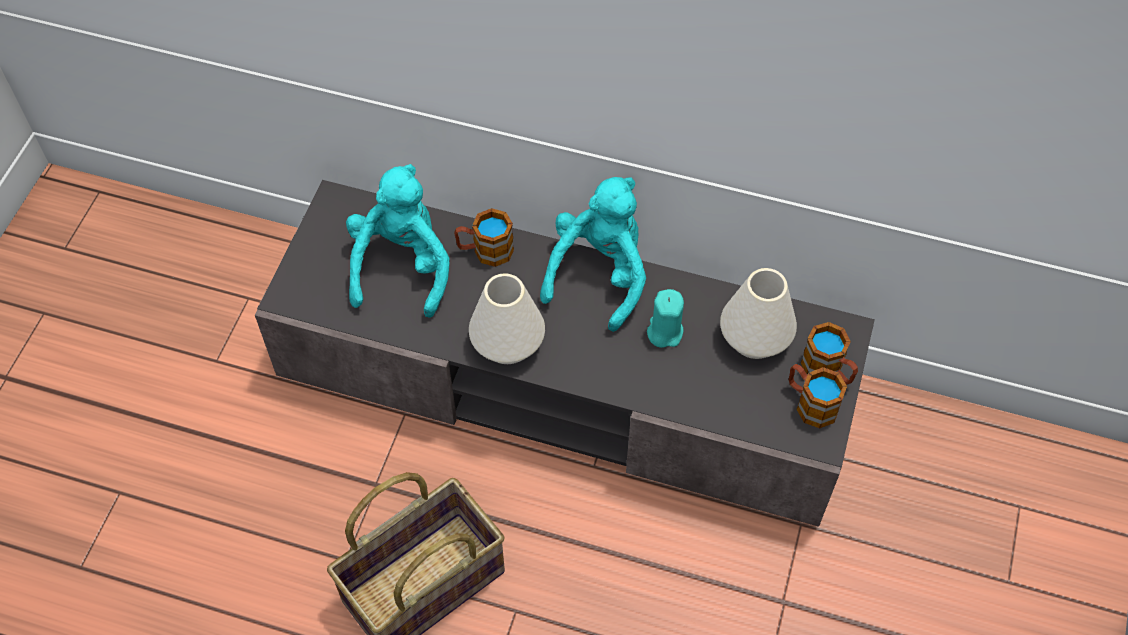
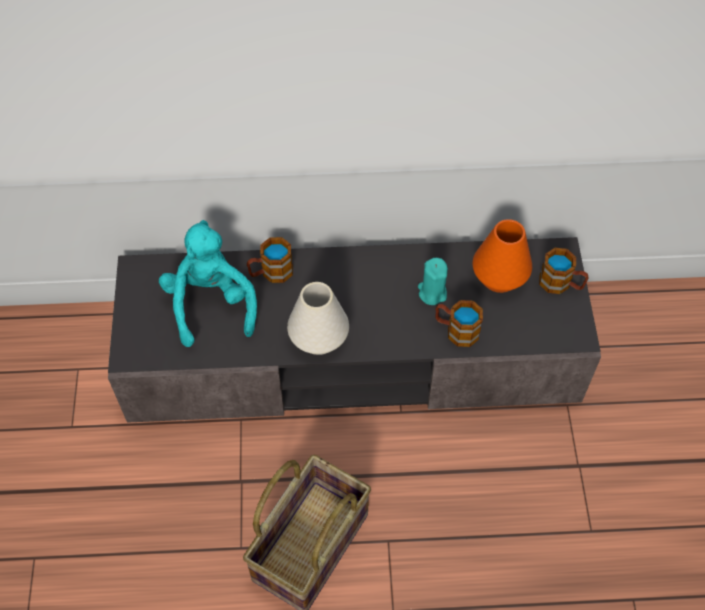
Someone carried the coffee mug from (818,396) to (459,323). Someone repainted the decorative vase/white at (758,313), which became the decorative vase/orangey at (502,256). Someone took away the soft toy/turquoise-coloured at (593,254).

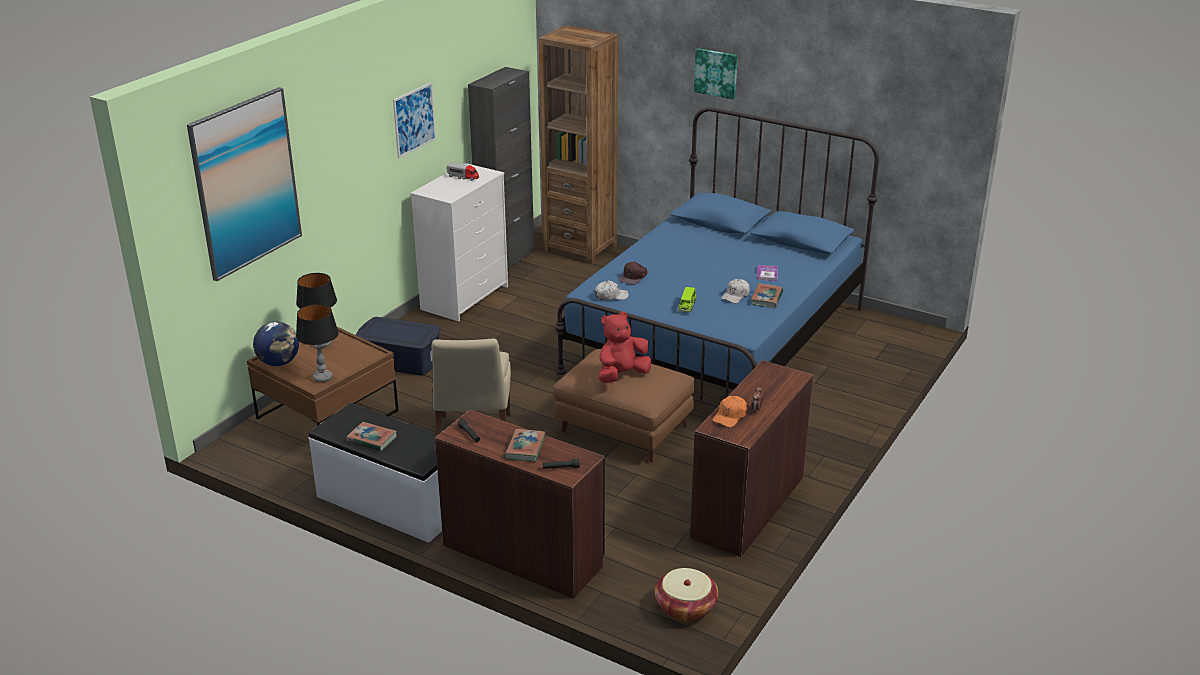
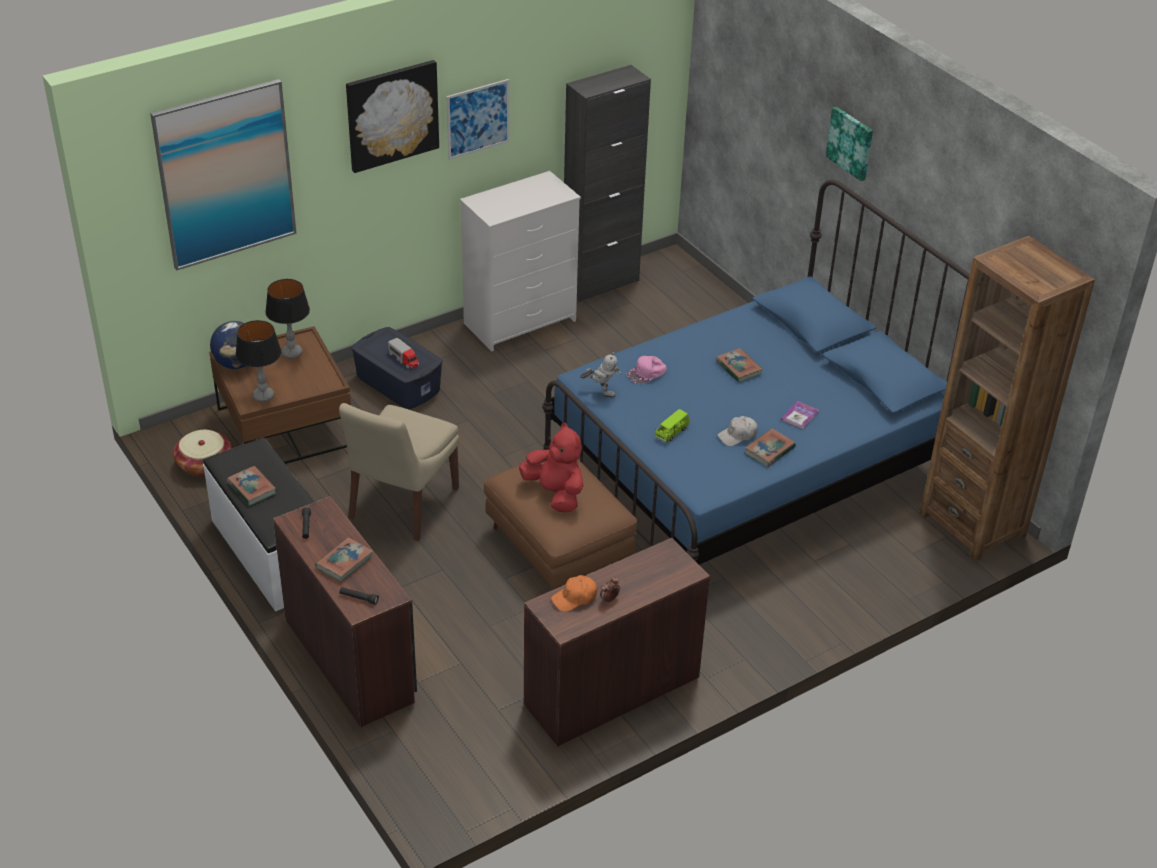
Someone carried the storage basket from (686,595) to (202,453). Someone put up the wall art at (392,116). Someone carried the toy lorry from (463,171) to (403,353). Someone rotated the soft toy/red-coloured at (624,347) by 60 degrees clockwise. Someone swapped the cap/white at (612,290) for the model robot at (600,375). Someone repainted the cap/brownish at (633,273), which became the cap/pink at (647,370). Someone put down the volume at (739,365). Someone carried the shelving unit/brownish from (578,144) to (1007,399).

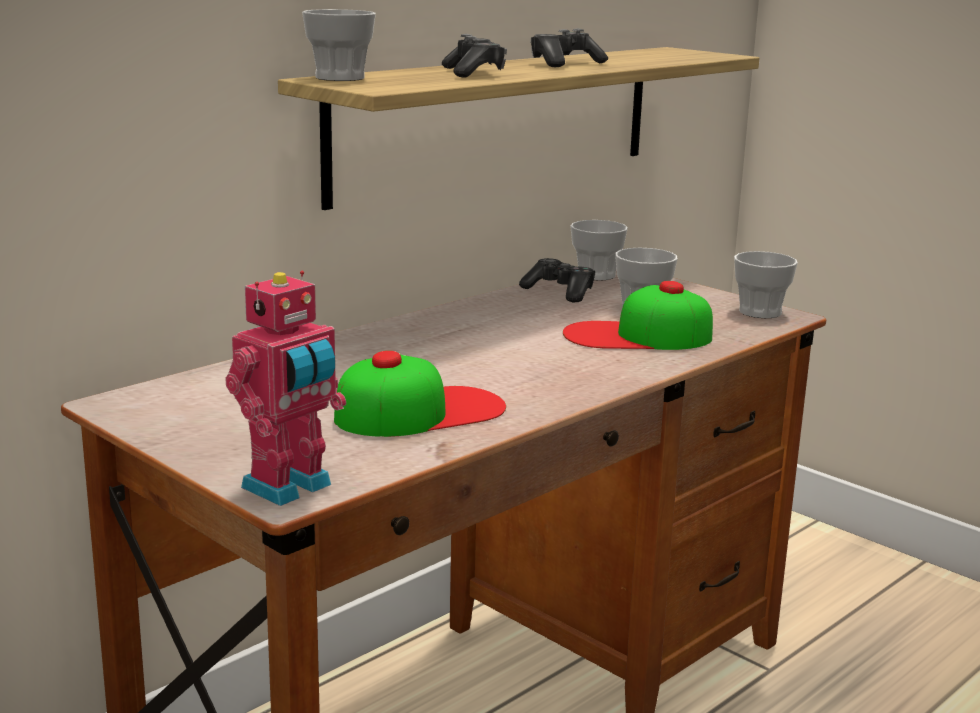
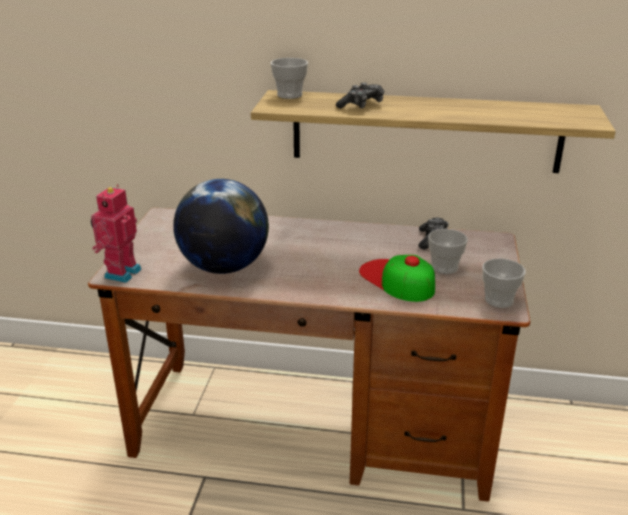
Someone rotated the model robot at (285,388) by 105 degrees clockwise. Someone swapped the cap at (420,393) for the globe at (221,226). Someone took away the game controller at (569,47). Someone took away the drinking cup at (599,250).

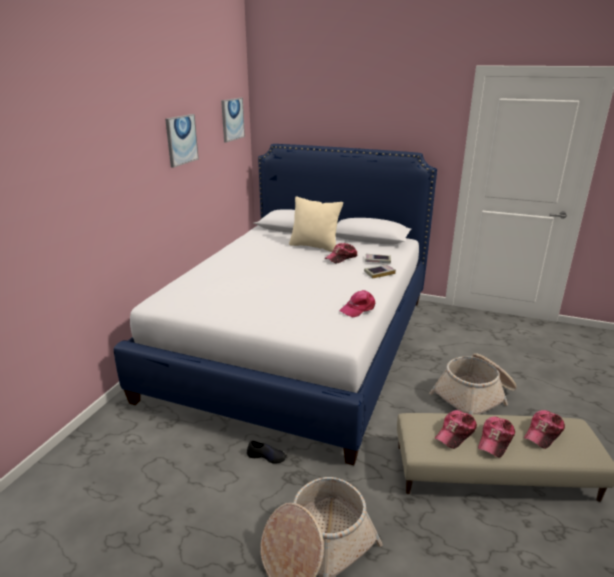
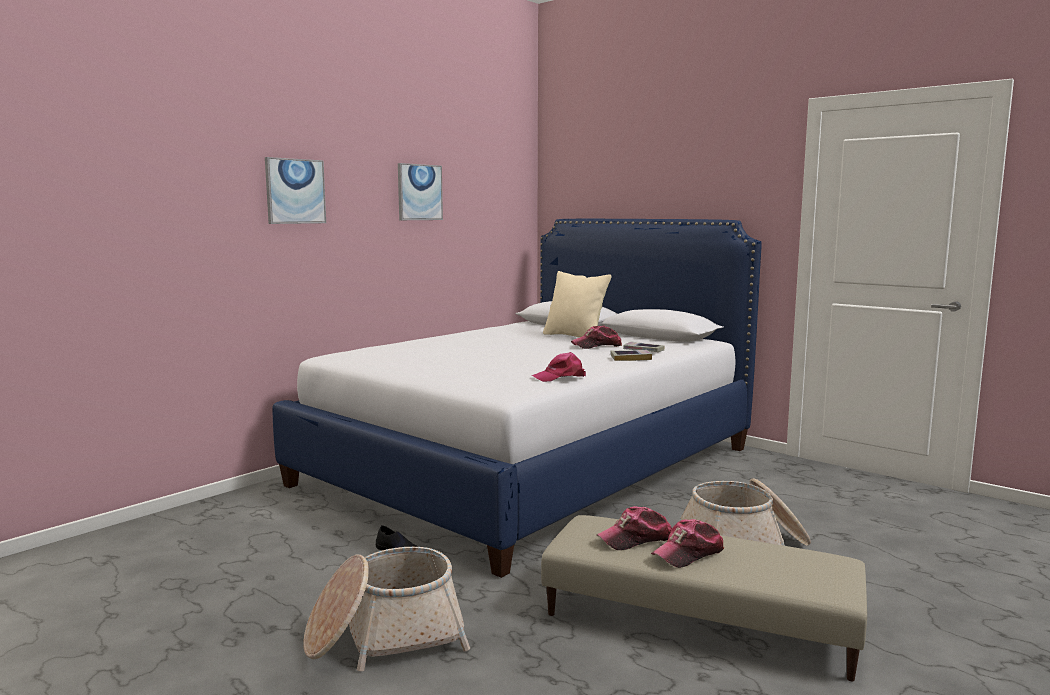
Someone carried the wall art from (233,120) to (295,190). Someone took away the cap at (544,429).

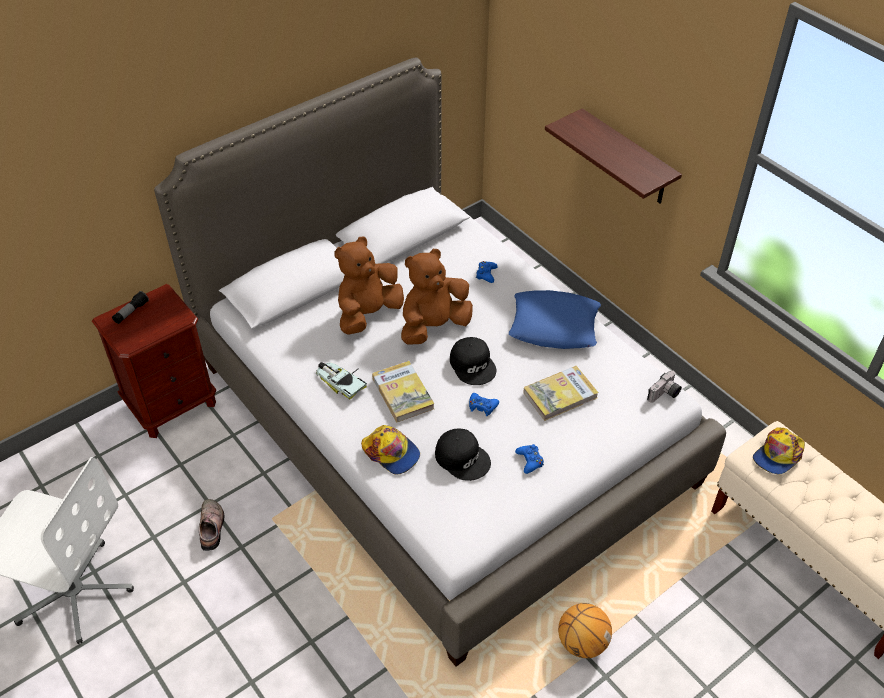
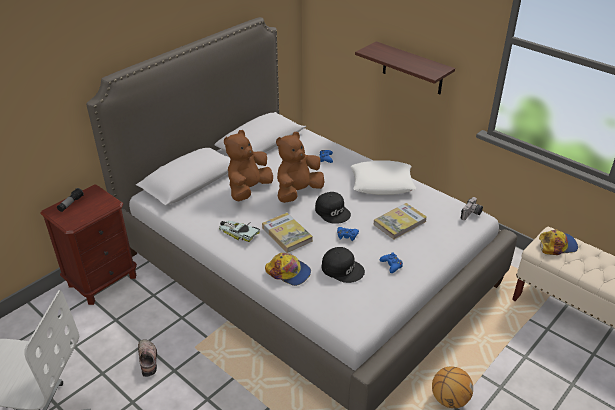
Someone repainted the throw pillow/bluish at (555,319), which became the throw pillow/white at (383,177). Someone rotated the cap at (779,450) by 135 degrees counterclockwise.

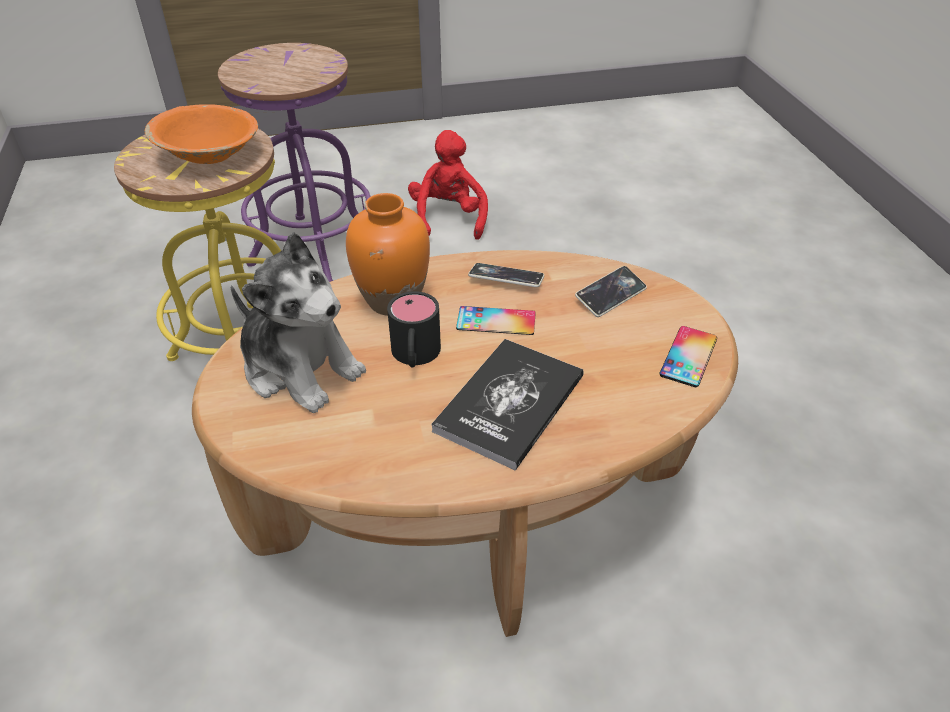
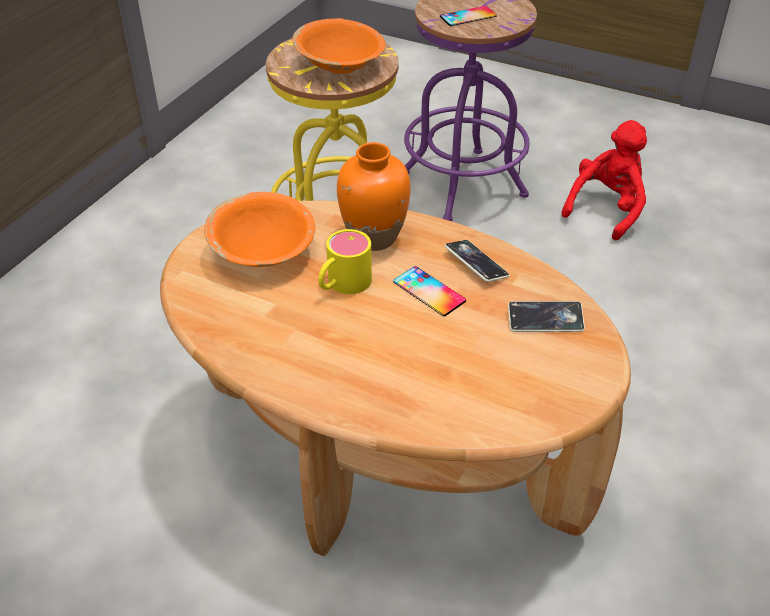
Someone swapped the soft toy at (298,322) for the bowl/orangey at (259,229). Someone repainted the coffee mug/blackish at (414,329), which became the coffee mug/yellow at (345,261). Someone carried the handset from (688,356) to (468,16). Someone took away the volume at (507,405).

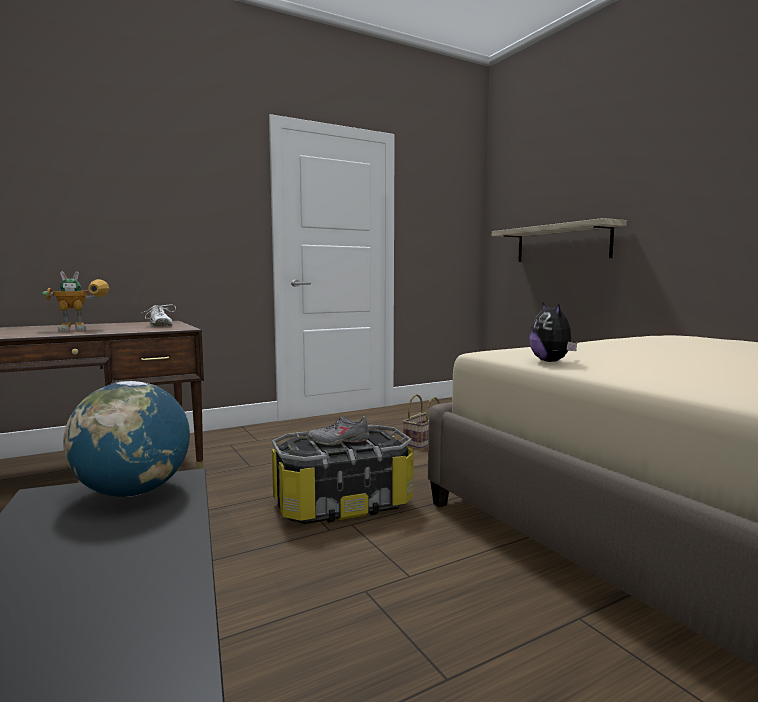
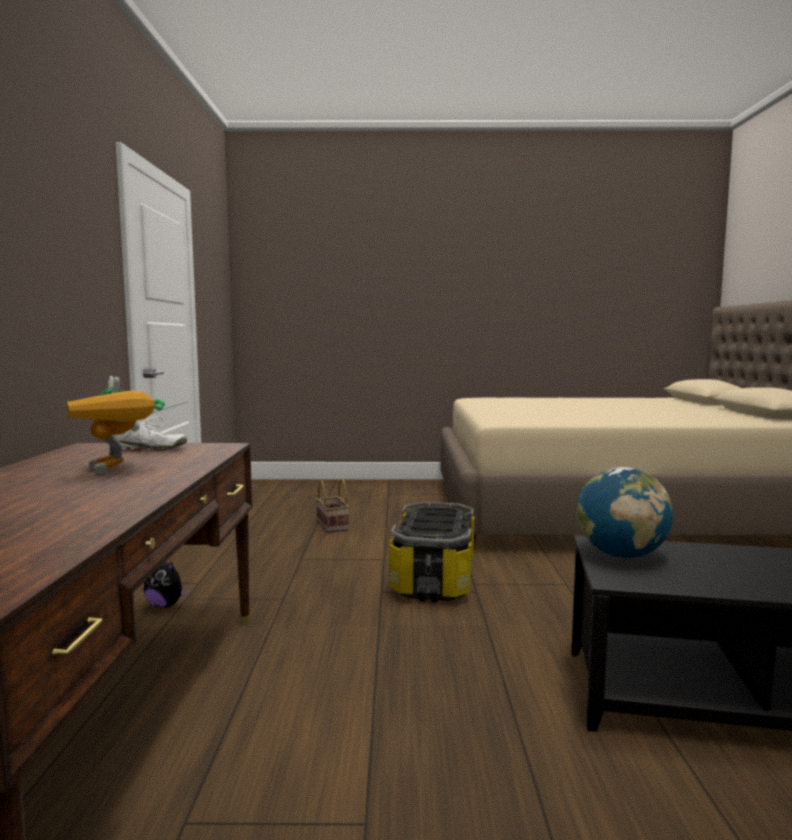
Someone rotated the model robot at (75,301) by 135 degrees clockwise. Someone carried the soft toy from (553,332) to (166,585). Someone took away the low shoe/gray at (339,430). Someone took away the wall shelf at (559,240).

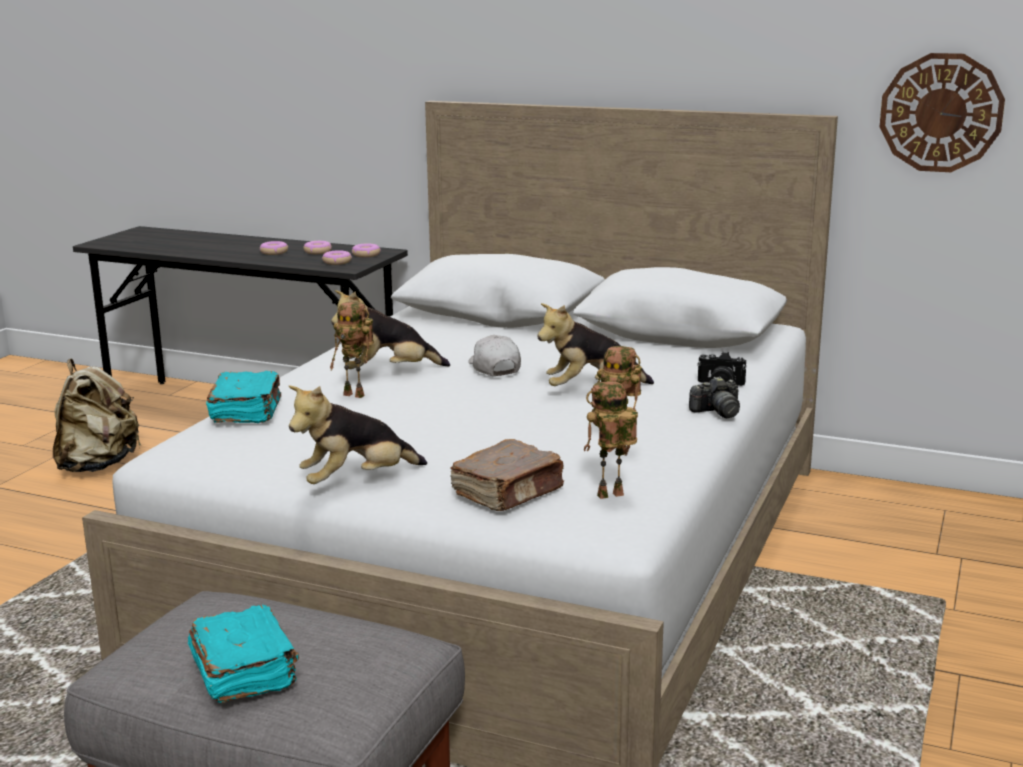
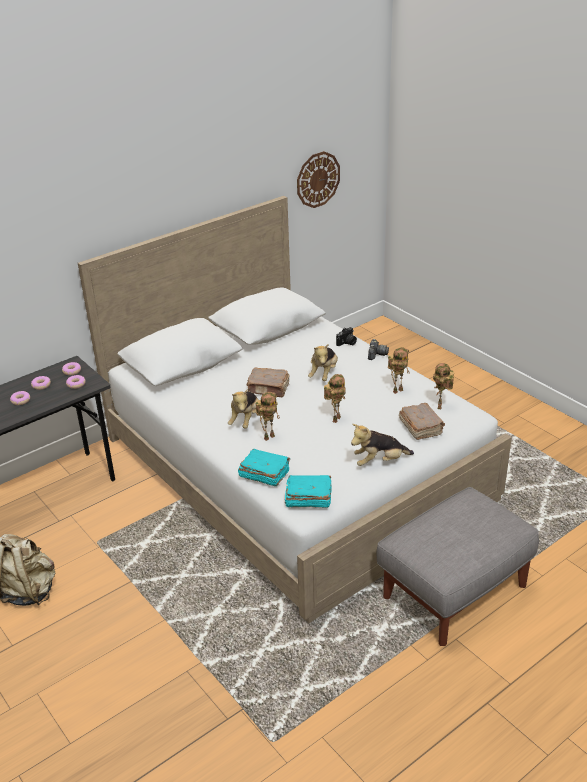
Someone swapped the cap/white at (494,355) for the volume/brownish at (268,382). Someone carried the volume/turquoise-coloured from (243,654) to (308,491). Someone put down the model robot at (335,398). Someone rotated the soft toy at (358,435) by 75 degrees clockwise.

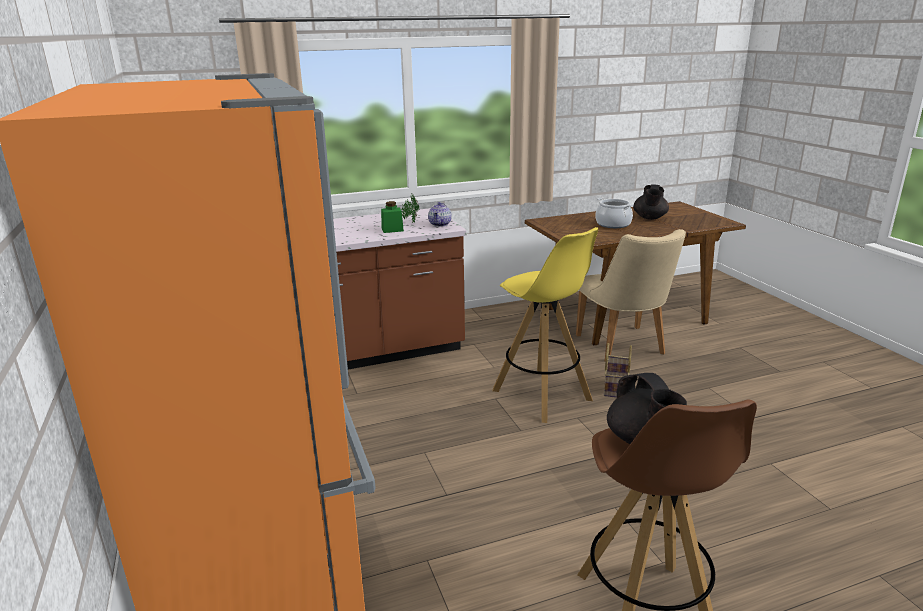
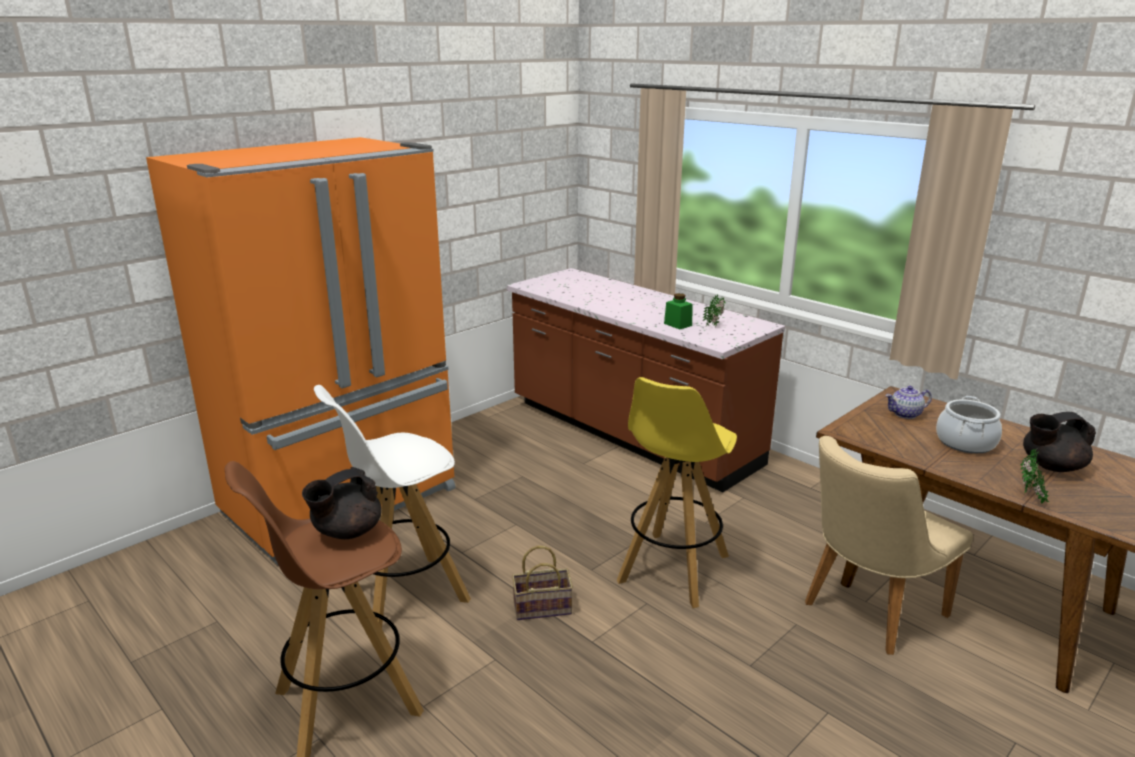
Someone put down the sitting stool/white at (392,506). Someone carried the storage basket from (618,370) to (542,583). Someone carried the pot for tea from (440,214) to (908,402). Someone put down the potted plant at (1034,476).

